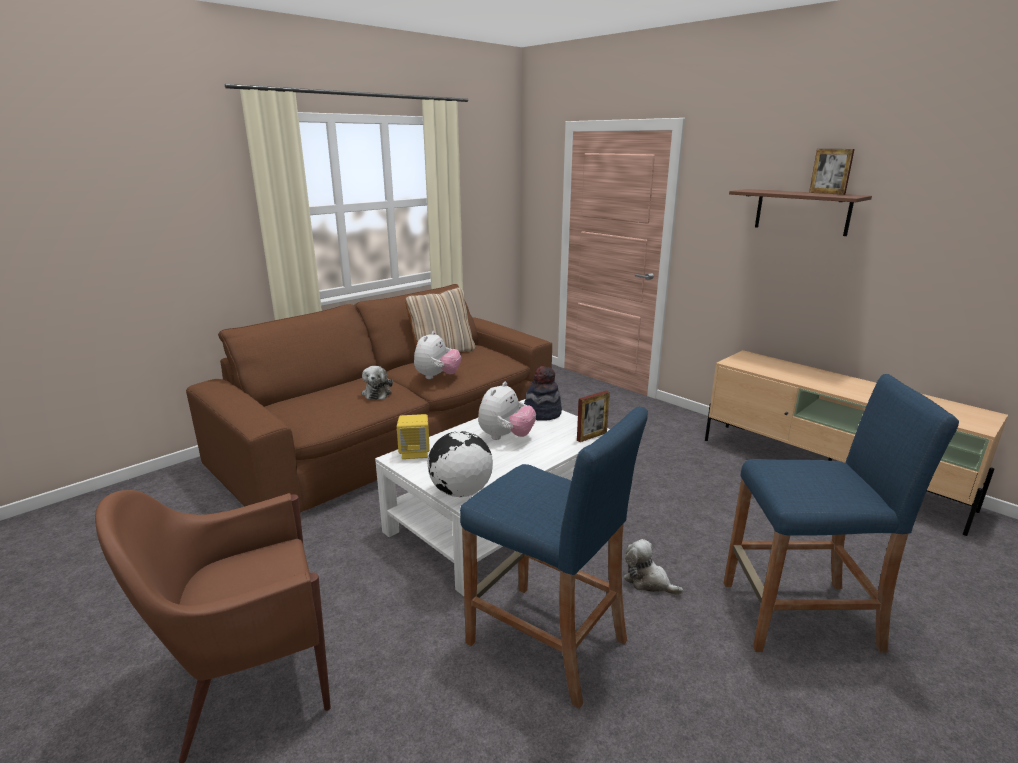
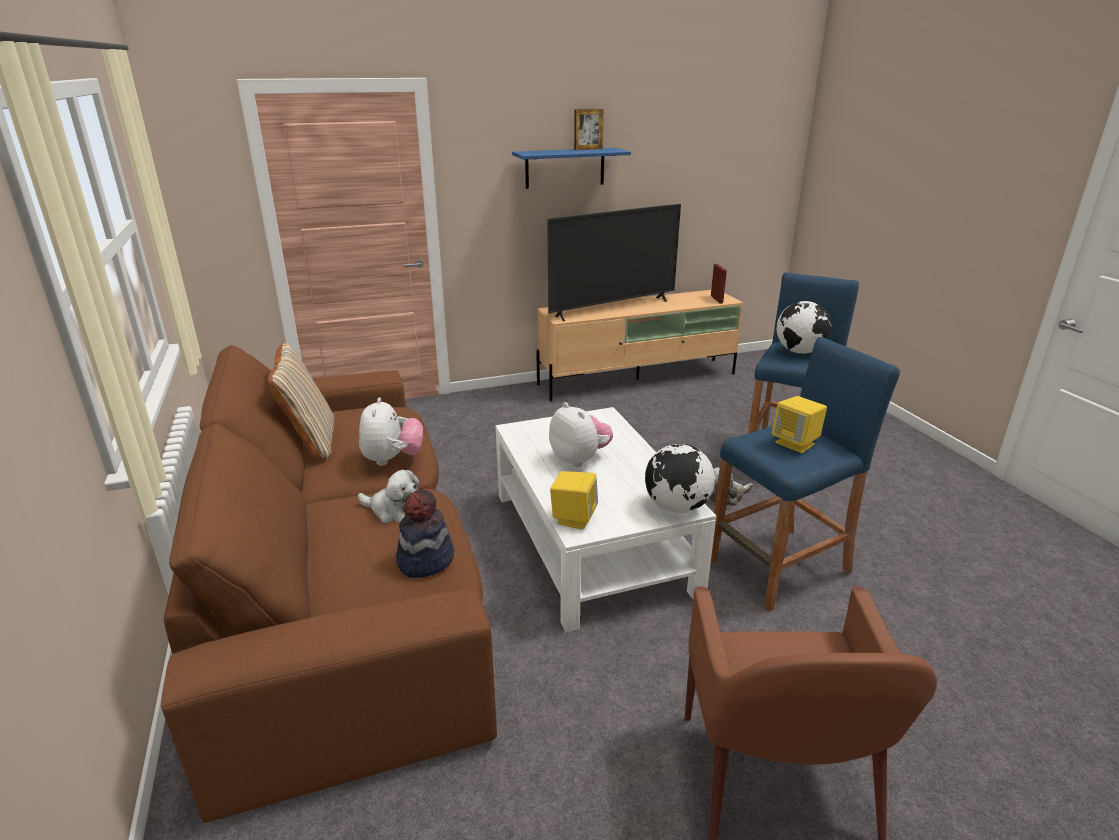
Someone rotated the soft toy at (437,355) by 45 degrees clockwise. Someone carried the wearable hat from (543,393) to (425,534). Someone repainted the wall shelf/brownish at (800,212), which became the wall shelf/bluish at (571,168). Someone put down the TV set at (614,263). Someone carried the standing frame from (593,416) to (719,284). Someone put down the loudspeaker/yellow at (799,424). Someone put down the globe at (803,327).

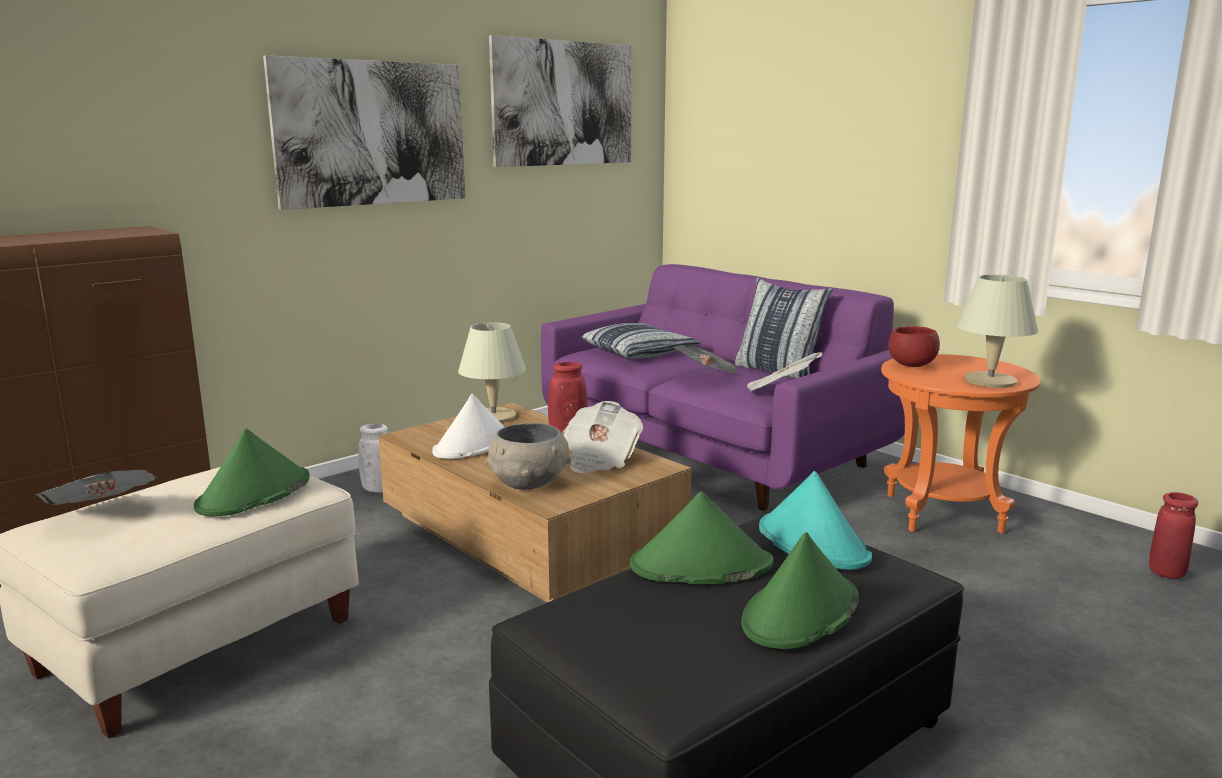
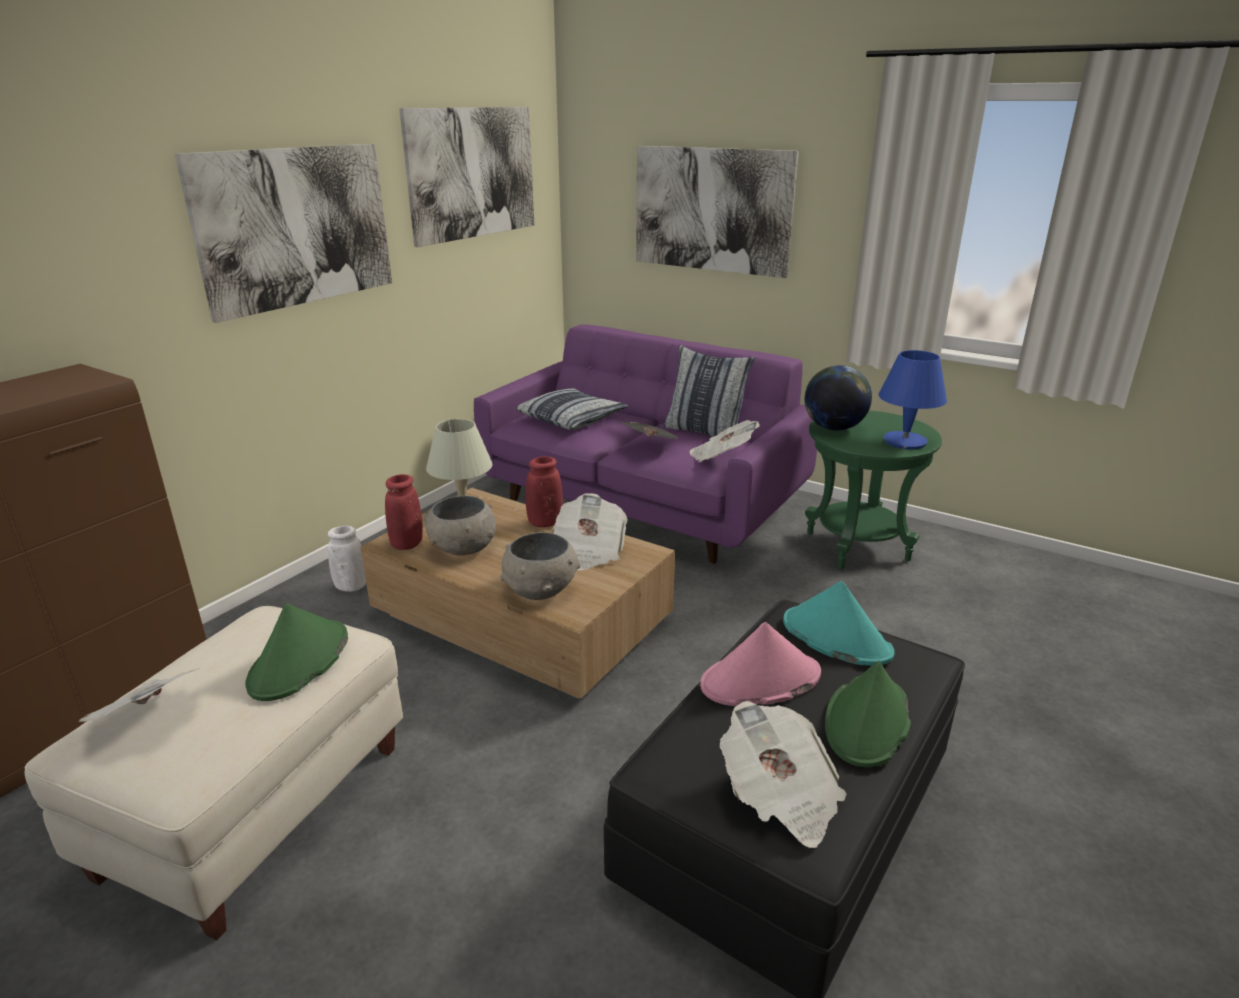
Someone carried the decorative vase/red-coloured from (1173,535) to (404,512). Someone swapped the wearable hat/white at (468,426) for the bowl/gray at (460,525). Someone put up the wall art at (717,212). Someone repainted the wearable hat/greenish at (702,537), which became the wearable hat/pink at (760,664). Someone put down the newspaper at (783,774). Someone swapped the bowl/red-coloured at (914,346) for the globe at (838,398). Someone repainted the side table/orangey at (960,444), which became the side table/greenish at (873,490). Someone repainted the lamp for a table/beige at (997,331), which became the lamp for a table/bluish at (913,399).

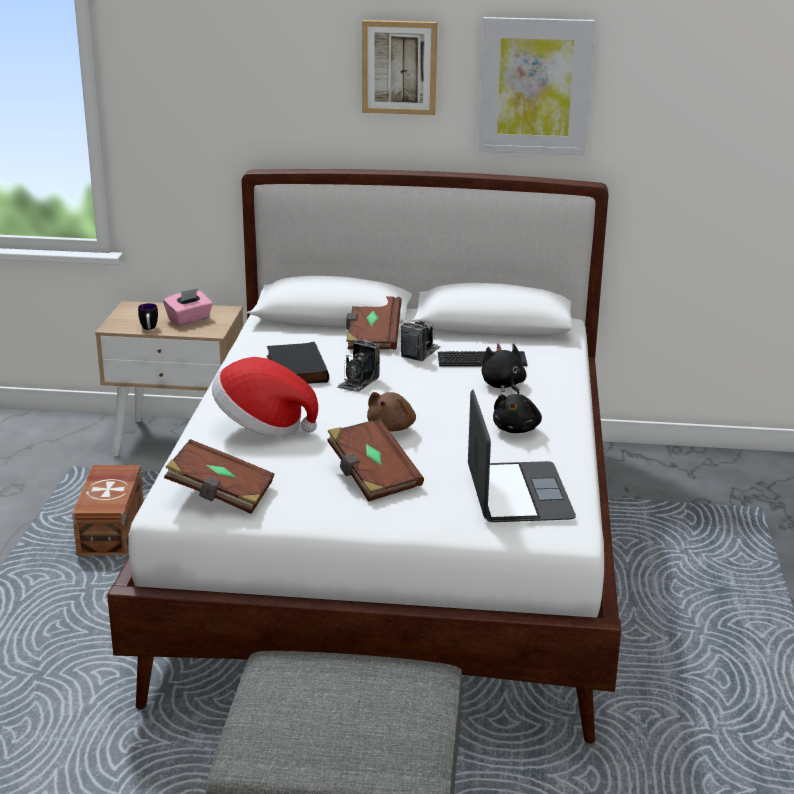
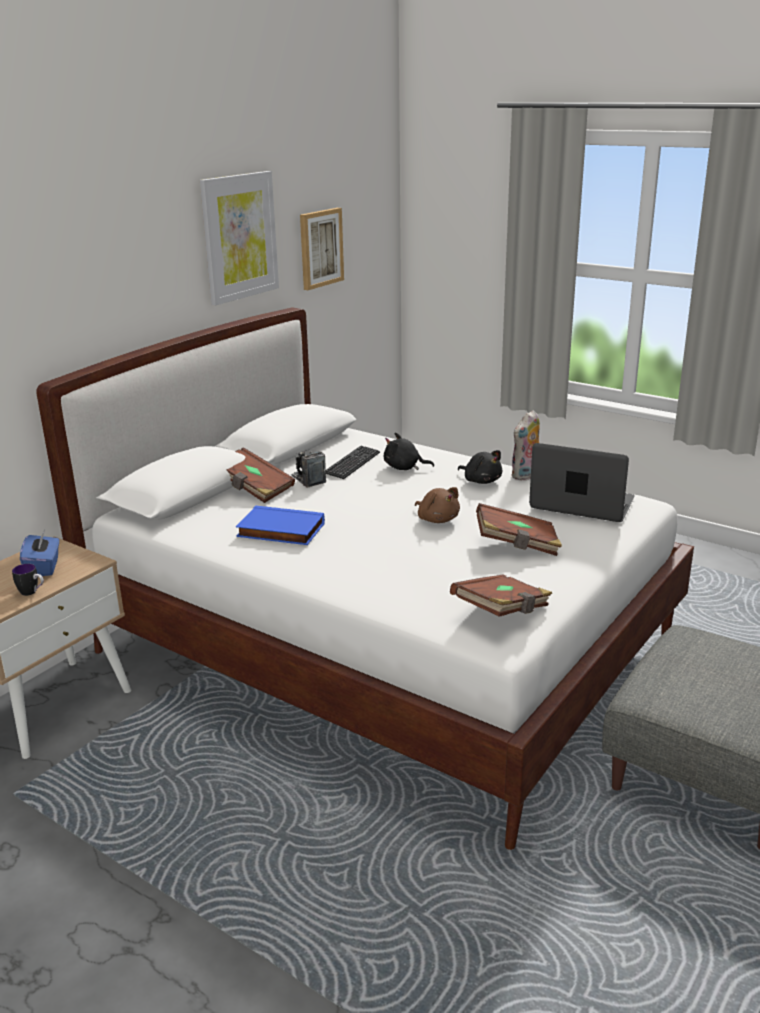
Someone repainted the tissue box/pink at (188,307), which became the tissue box/bluish at (39,553). Someone repainted the volume/blackish at (298,363), which became the volume/bluish at (280,525). Someone carried the wall art from (399,67) to (322,249). Someone put down the soft toy at (526,445). Someone took away the storage container/brownish at (108,510). Someone took away the wearable hat at (265,397). Someone took away the still camera at (358,366).

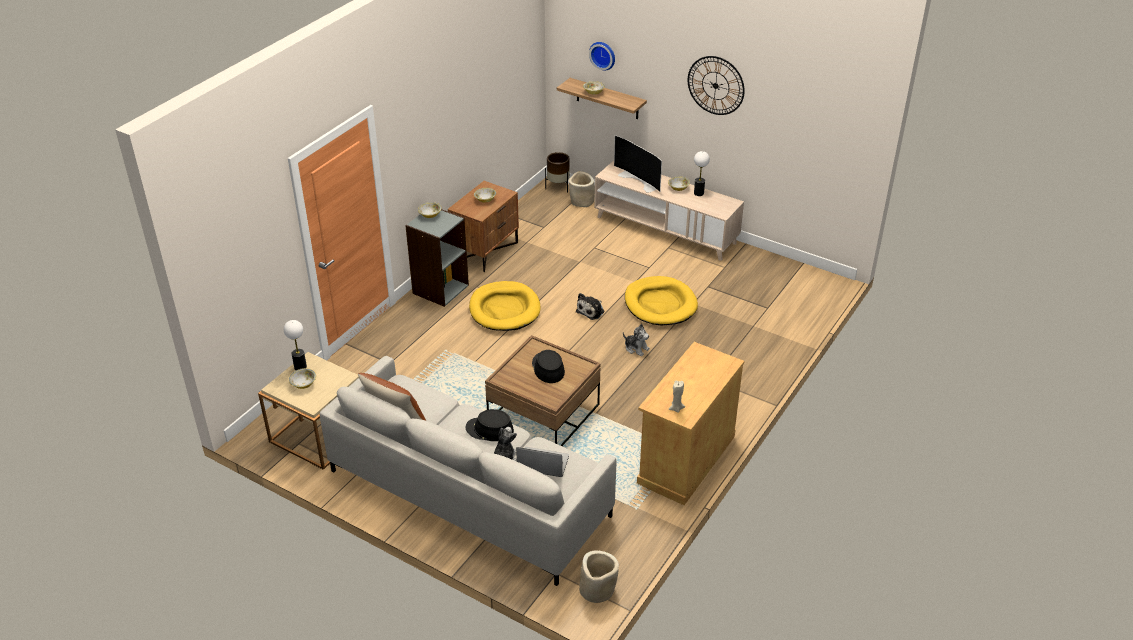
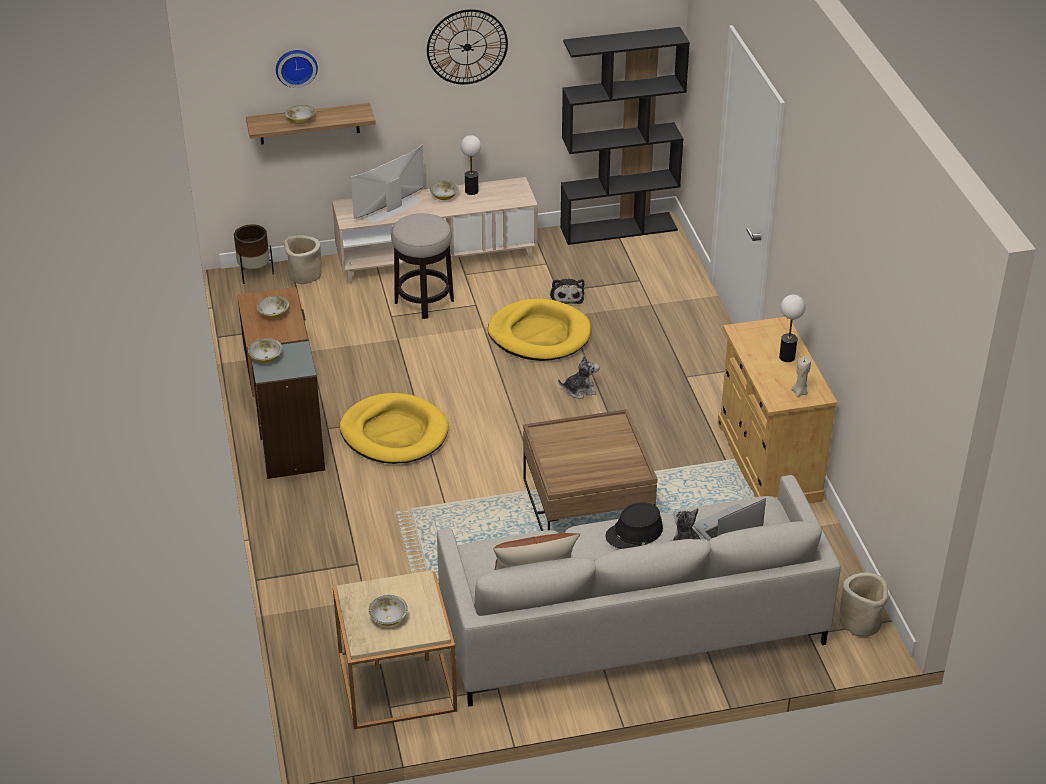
Someone rotated the TV set at (638,164) by 135 degrees clockwise. Someone put down the sitting stool at (422,266). Someone carried the soft toy from (590,306) to (567,291). Someone put down the shelving unit/blackish at (625,136). Someone carried the lamp for a table from (295,345) to (792,328). Someone took away the wearable hat/blackish at (548,366).

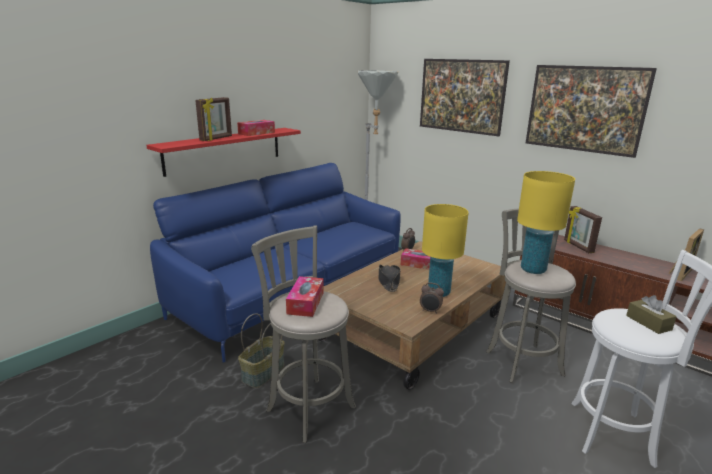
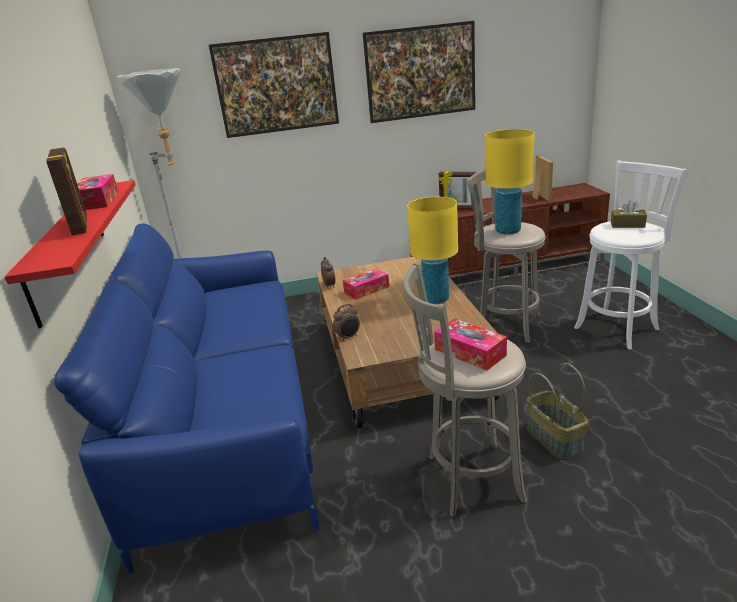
Someone carried the bedside clock from (432,298) to (346,322). Someone carried the storage basket from (261,350) to (557,411). Someone took away the wearable hat/blackish at (389,278).

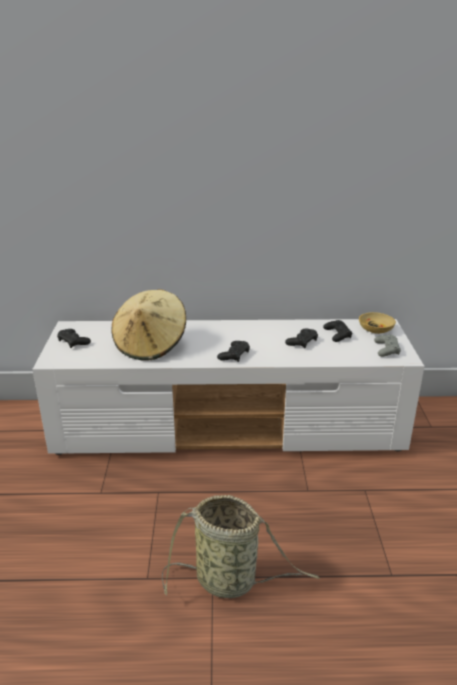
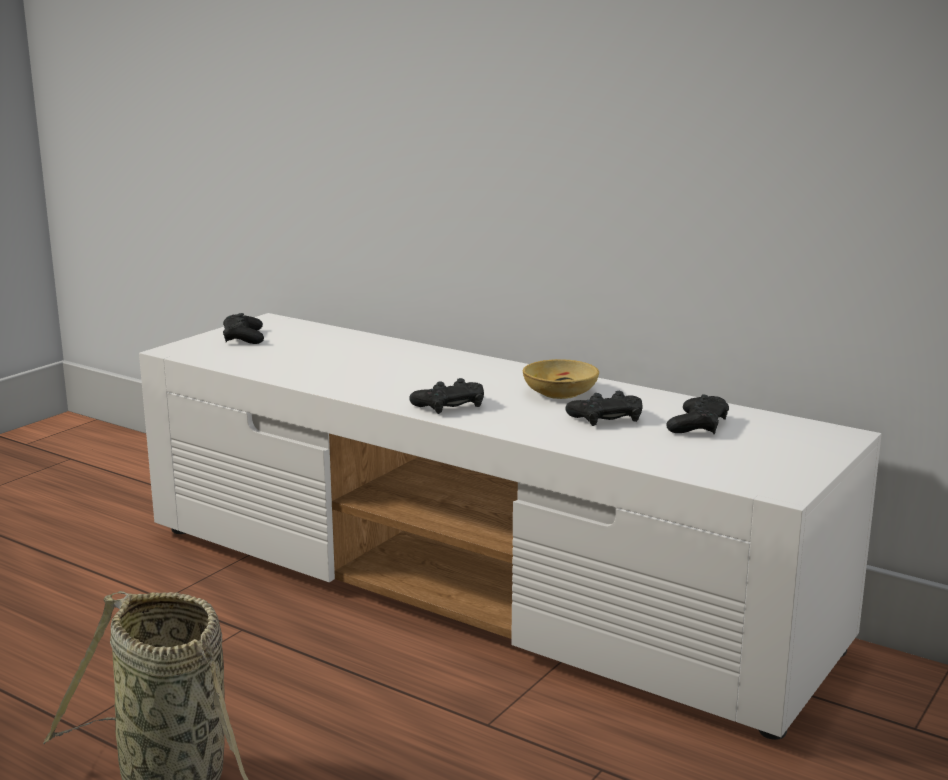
Someone carried the bowl/beige from (377,323) to (561,379). Someone took away the wearable hat/beige at (148,325). Someone took away the game controller/gray at (387,346).

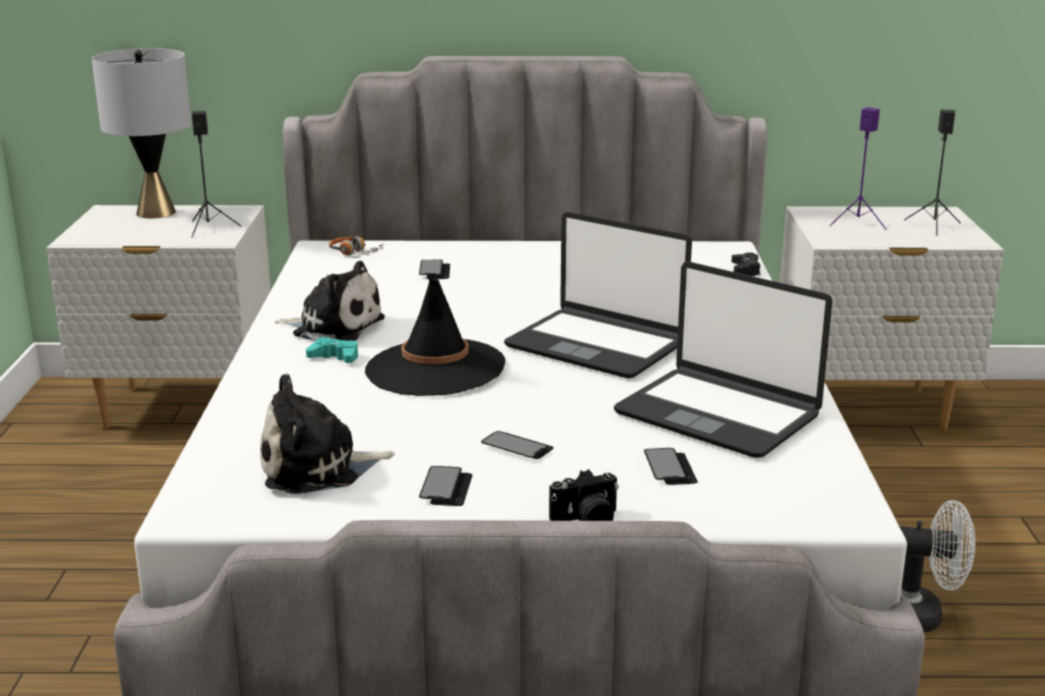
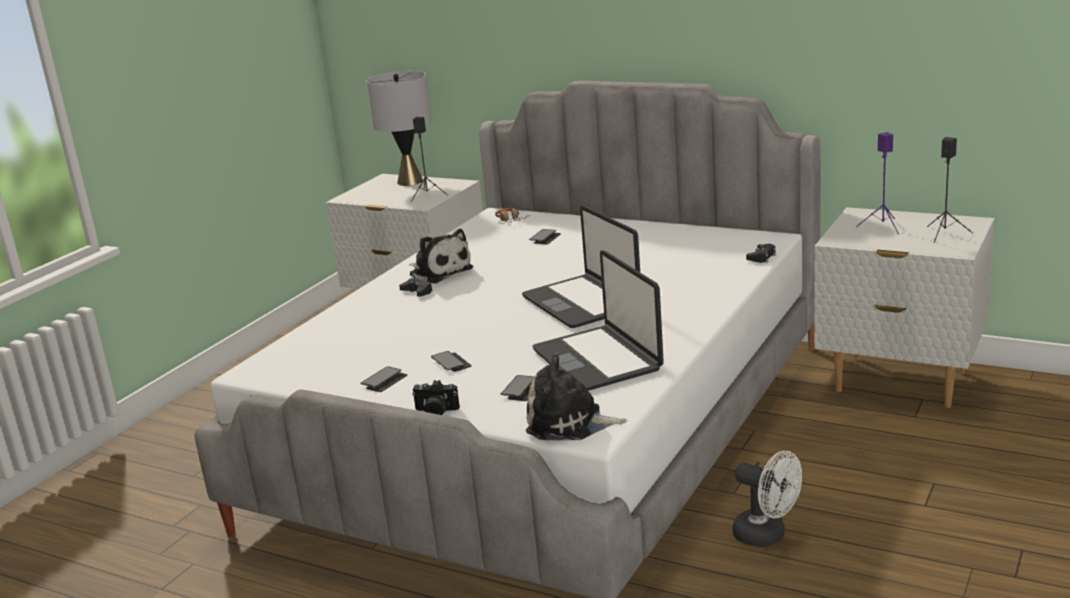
Someone repainted the game controller/turquoise-coloured at (332,350), which became the game controller/blackish at (416,287). Someone carried the soft toy from (327,434) to (576,396). Someone took away the wearable hat/blackish at (435,337).

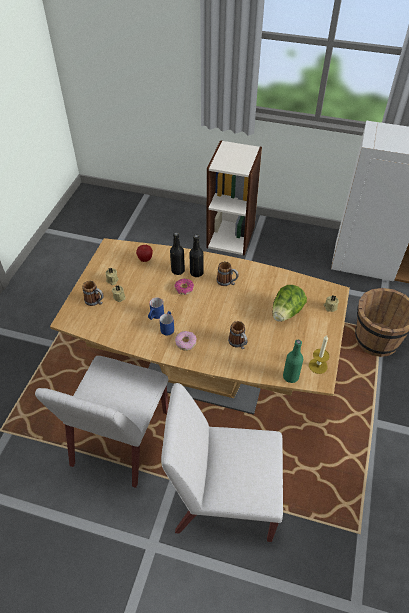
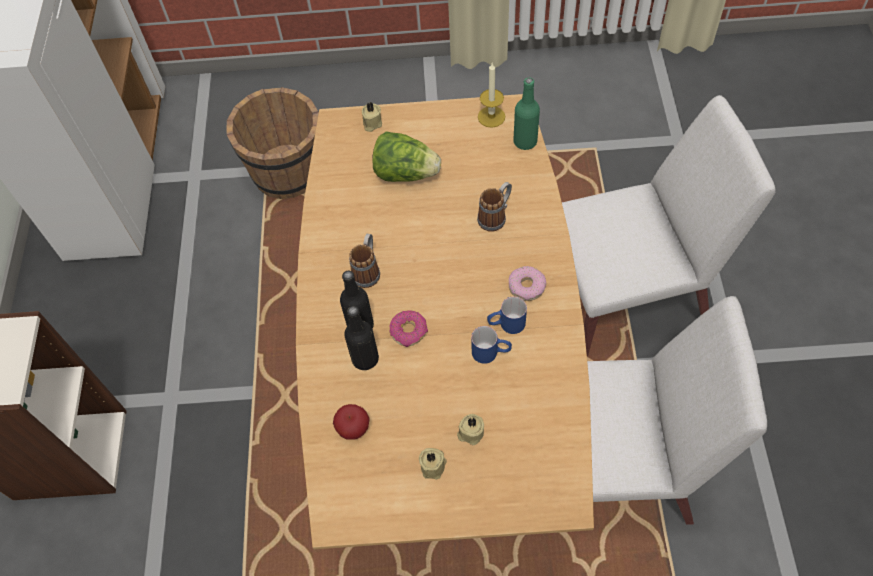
Someone rotated the upright chair/white at (222,462) by 90 degrees counterclockwise. Someone took away the coffee mug at (93,293).

